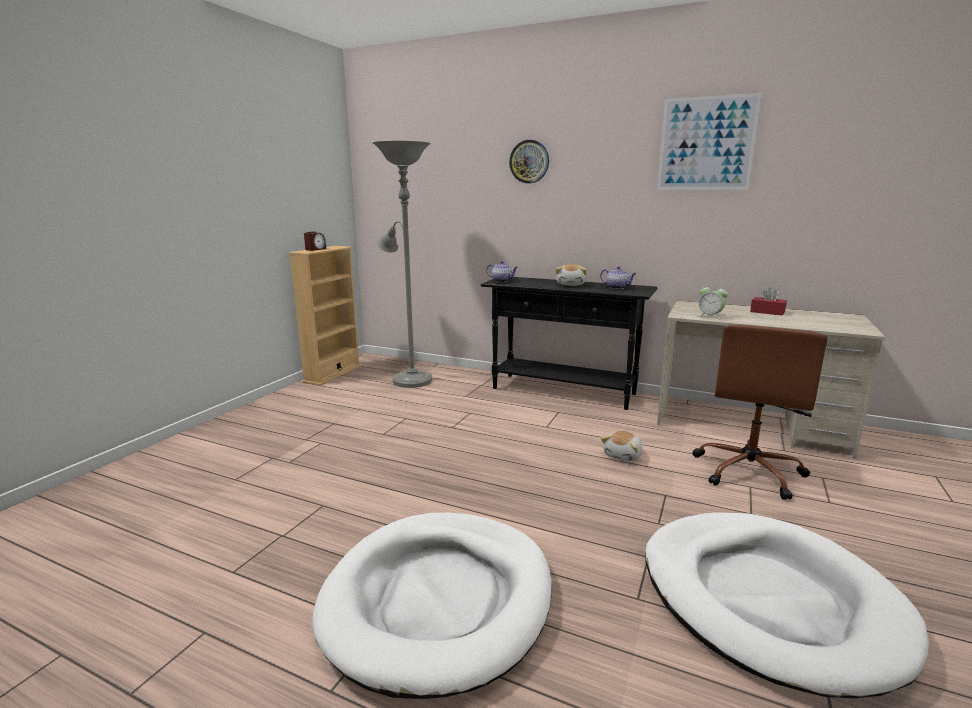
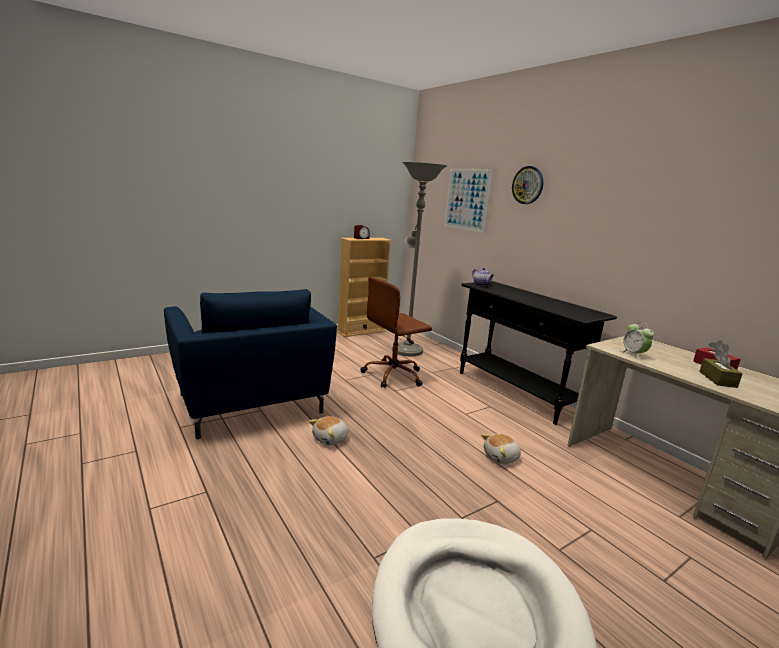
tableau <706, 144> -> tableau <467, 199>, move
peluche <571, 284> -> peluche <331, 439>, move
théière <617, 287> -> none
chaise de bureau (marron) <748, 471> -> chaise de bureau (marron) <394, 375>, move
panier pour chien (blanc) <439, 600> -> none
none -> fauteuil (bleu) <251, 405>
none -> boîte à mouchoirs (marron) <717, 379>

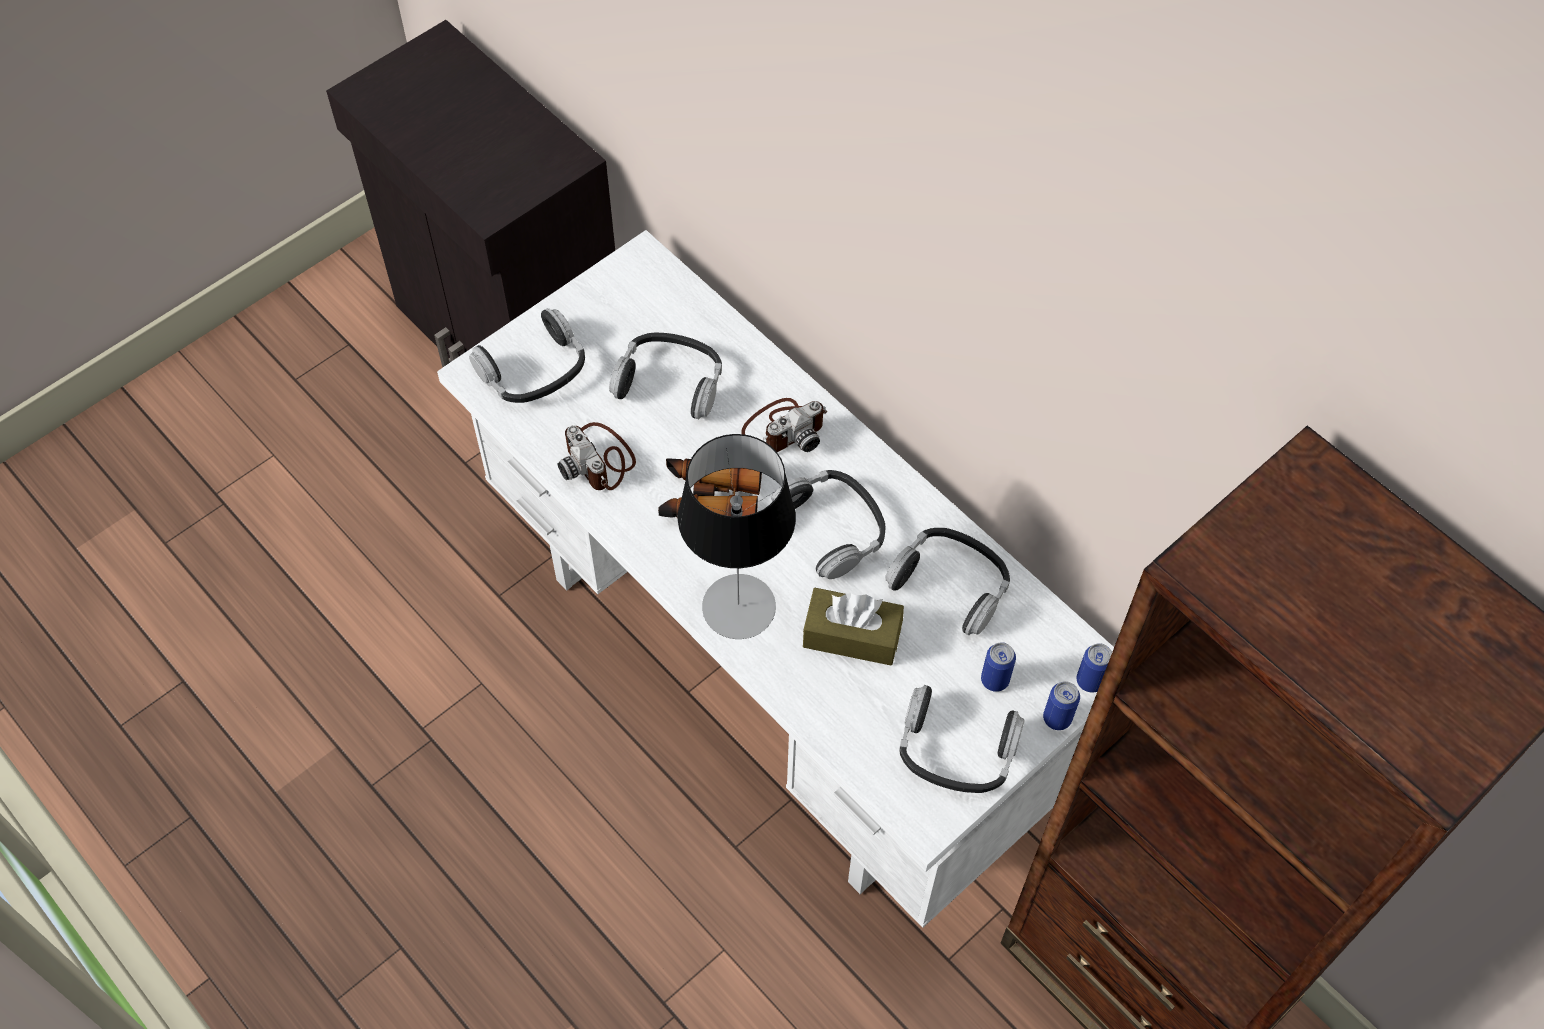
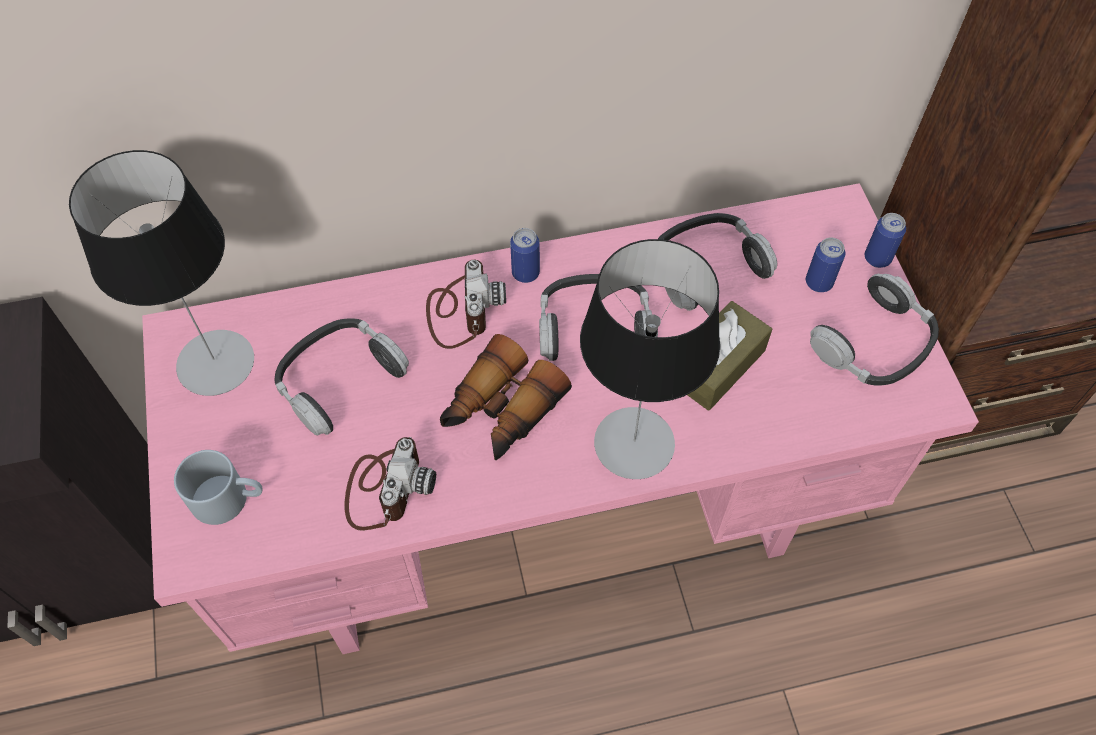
bureau (blanc) <774, 673> -> bureau (rose) <550, 517>
casque audio <534, 369> -> mug (gris) <229, 498>
appareil photo <599, 460> -> appareil photo <385, 487>, 75 degrees counterclockwise
boîte métallique <1090, 681> -> boîte métallique <525, 273>, move
none -> lampe de table <215, 362>

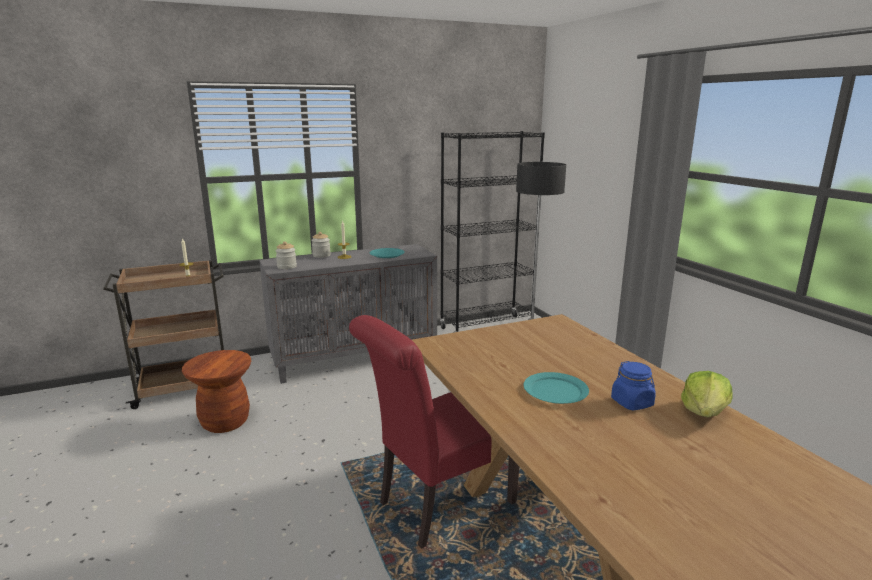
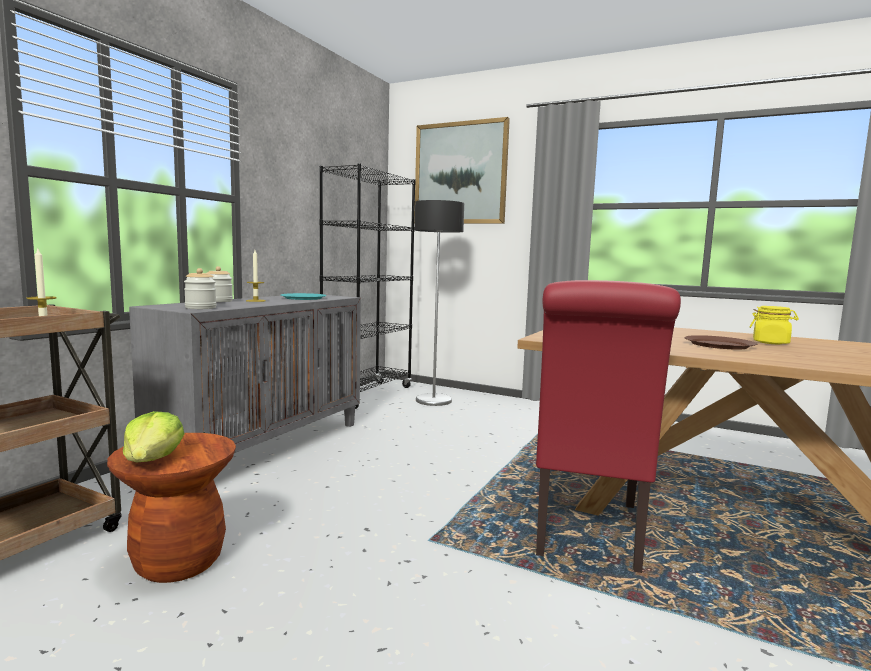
bocal (bleu) <632, 403> -> bocal (jaune) <771, 342>
laitue <704, 412> -> laitue <153, 460>, move
assiette (turquoise) <555, 391> -> assiette (marron) <719, 345>
none -> tableau <460, 173>

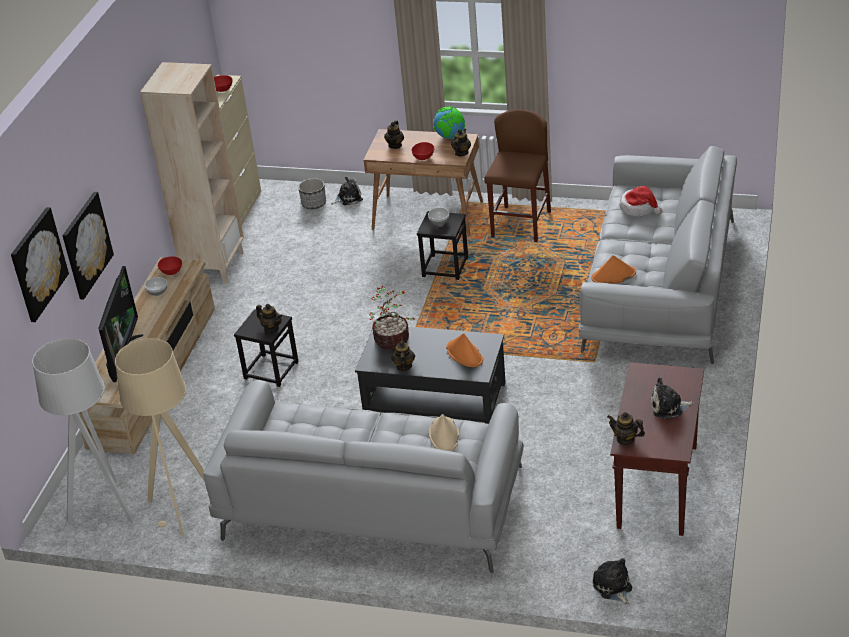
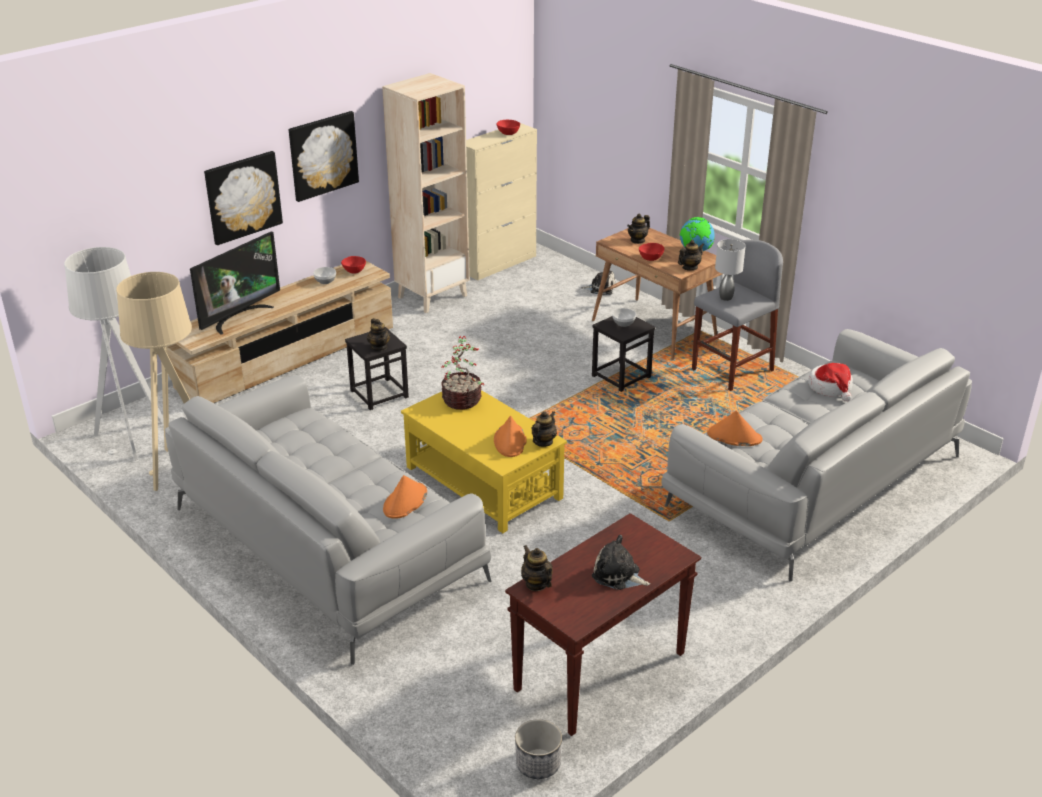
tabouret (marron) <521, 224> -> tabouret (gris) <732, 370>
cache-pot <314, 204> -> cache-pot <538, 764>, move
tableau <38, 264> -> tableau <323, 155>, move
table basse (noir) <434, 399> -> table basse (jaune) <483, 482>
théière <404, 366> -> théière <543, 442>, move
chapeau (beige) <444, 435> -> chapeau (orange) <405, 501>
peluche <613, 587> -> none
none -> lampe de table (gris) <725, 297>

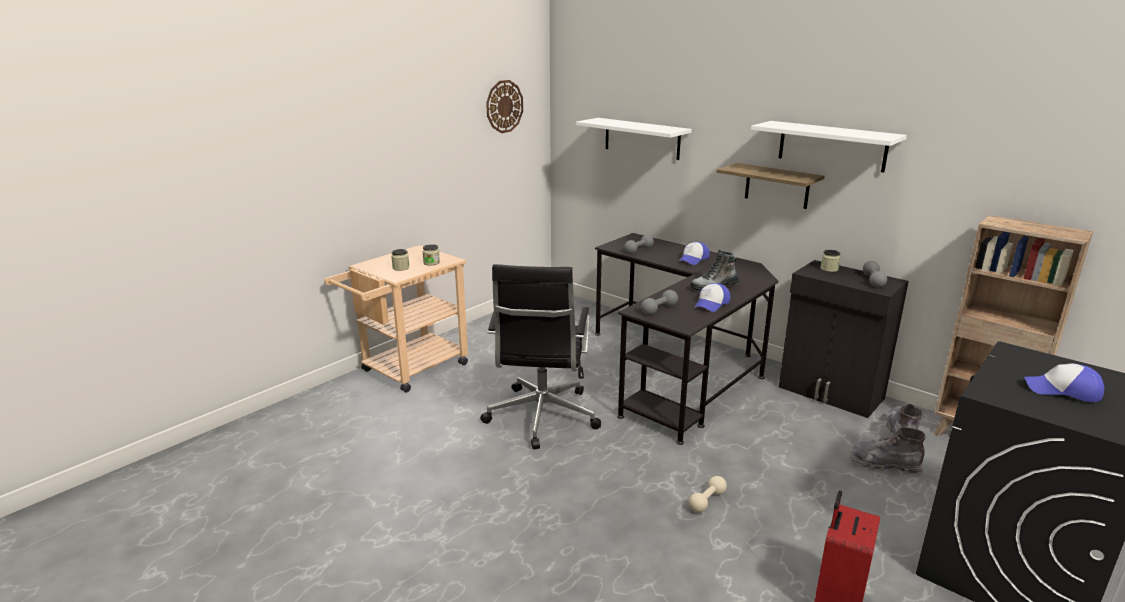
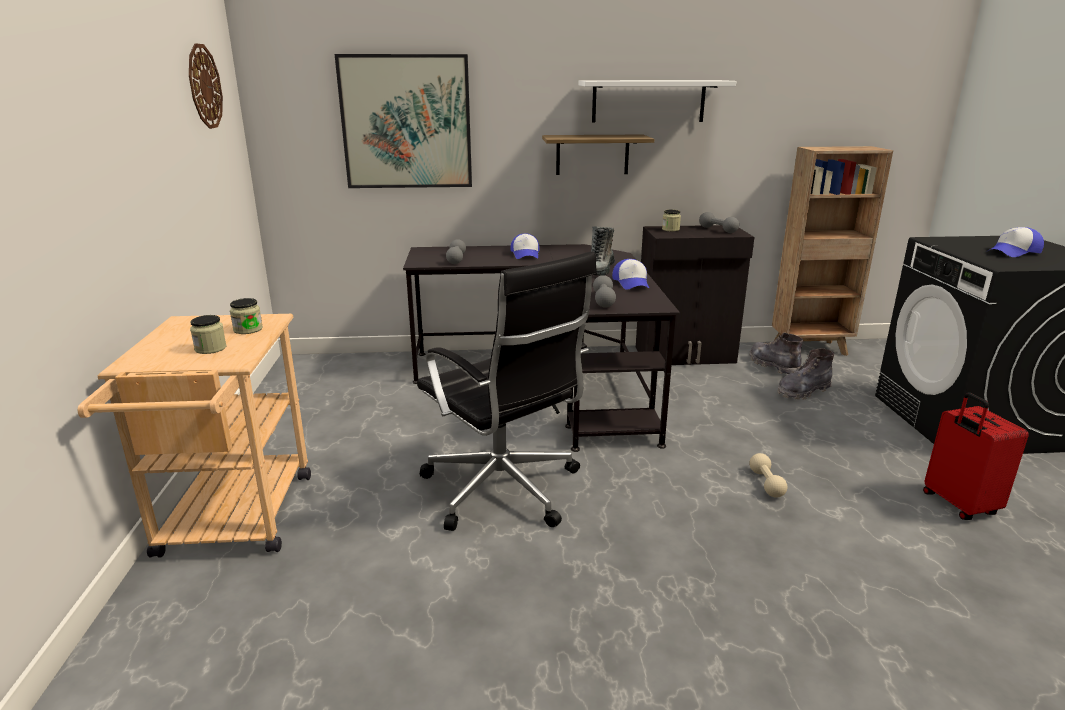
étagère (blanc) <642, 138> -> tableau <406, 122>

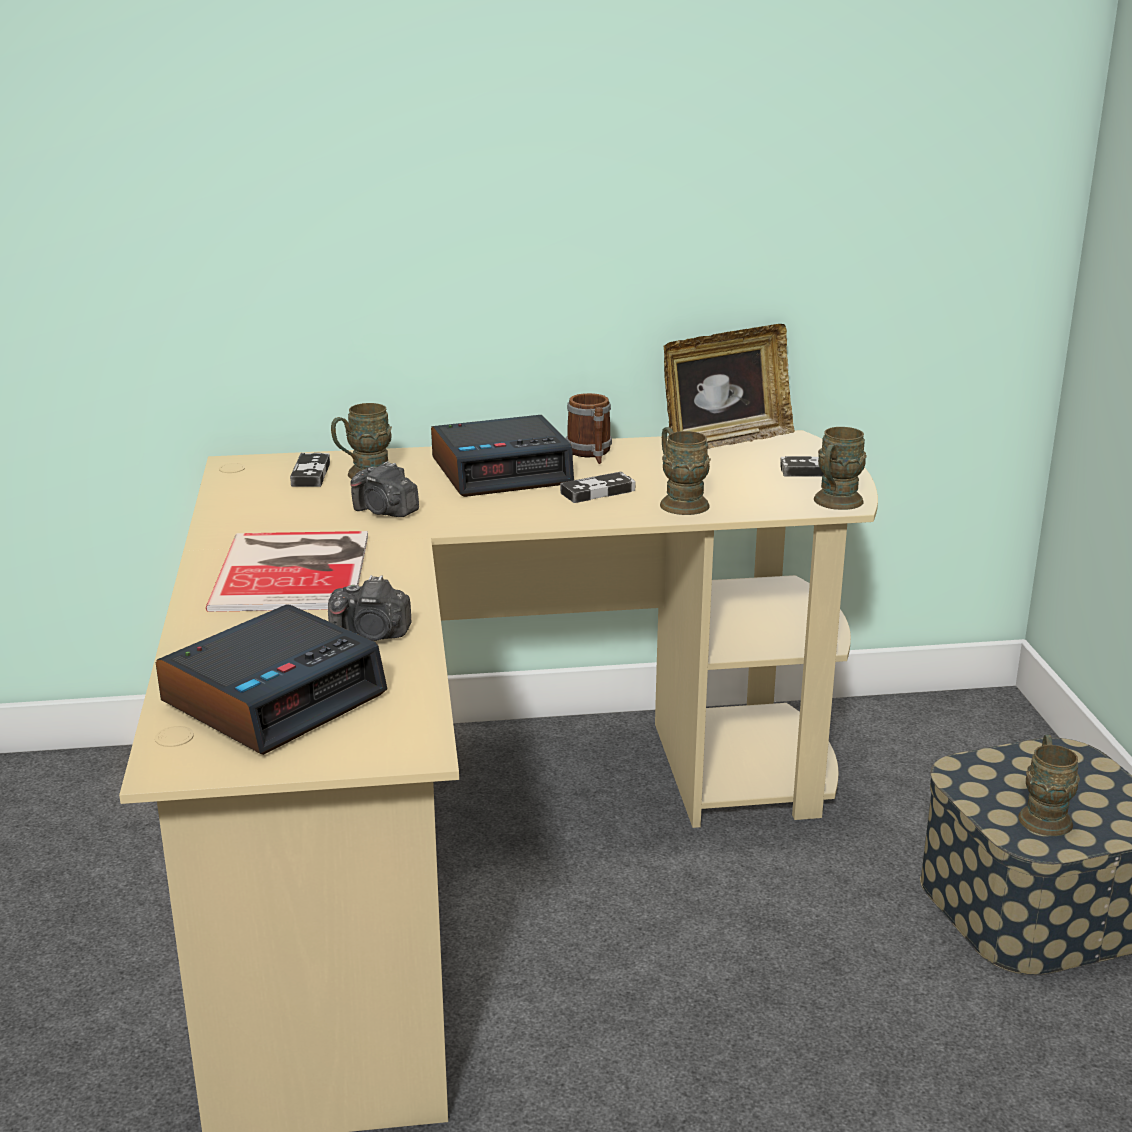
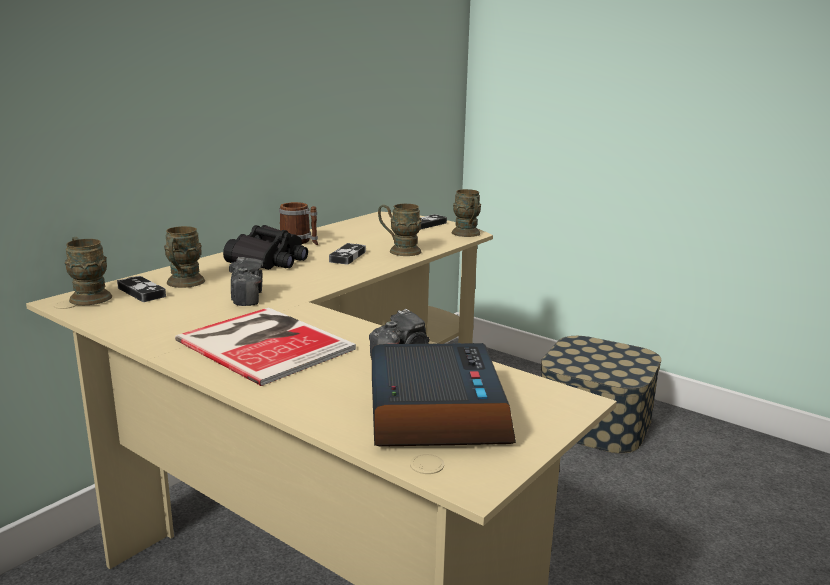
cadre photo <725, 440> -> none
réveil <502, 471> -> jumelles (noir) <269, 260>
appareil photo <385, 512> -> appareil photo <246, 297>, 90 degrees counterclockwise
mug (marron) <1043, 814> -> mug (marron) <88, 296>, move

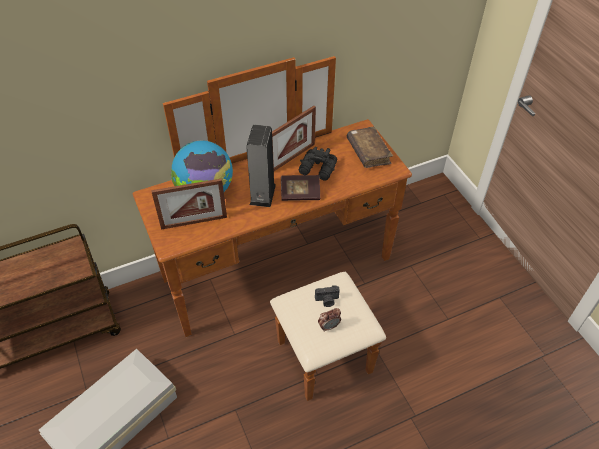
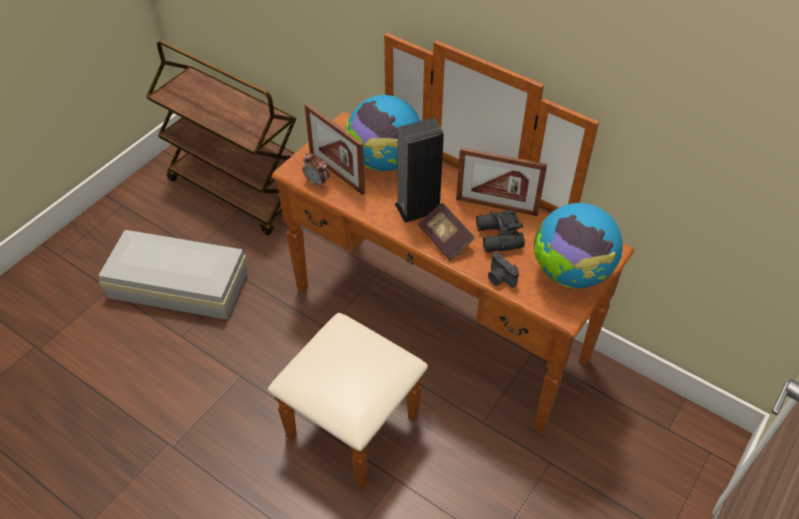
livre (marron) <368, 152> -> globe <571, 273>
appareil photo <327, 300> -> appareil photo <499, 278>, move
réveil <329, 326> -> réveil <317, 182>, move

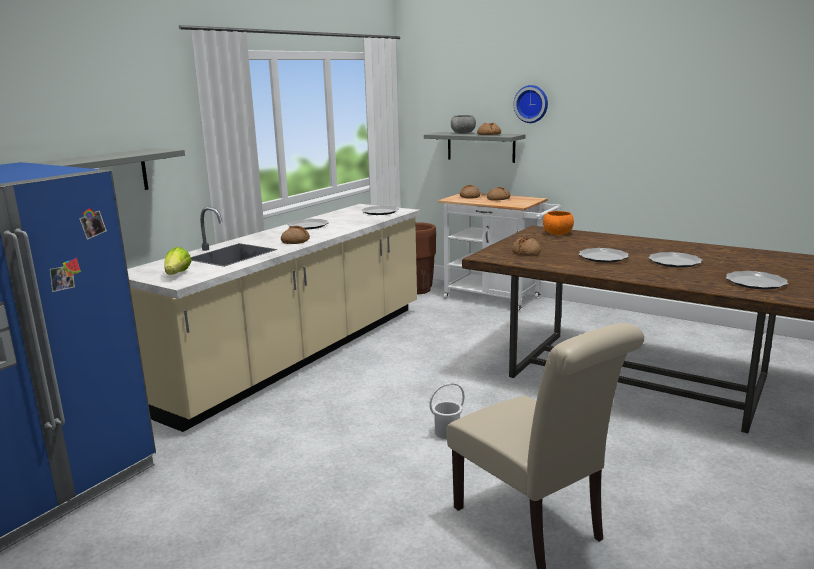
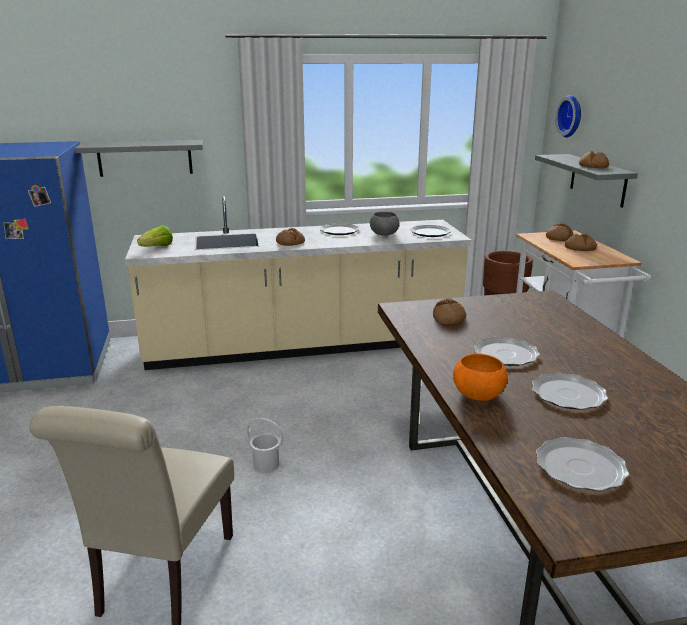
horloge murale <531, 104> -> horloge murale <571, 116>, move
bol (gris) <462, 133> -> bol (gris) <384, 234>, move
bol (orange) <557, 234> -> bol (orange) <477, 394>, move

